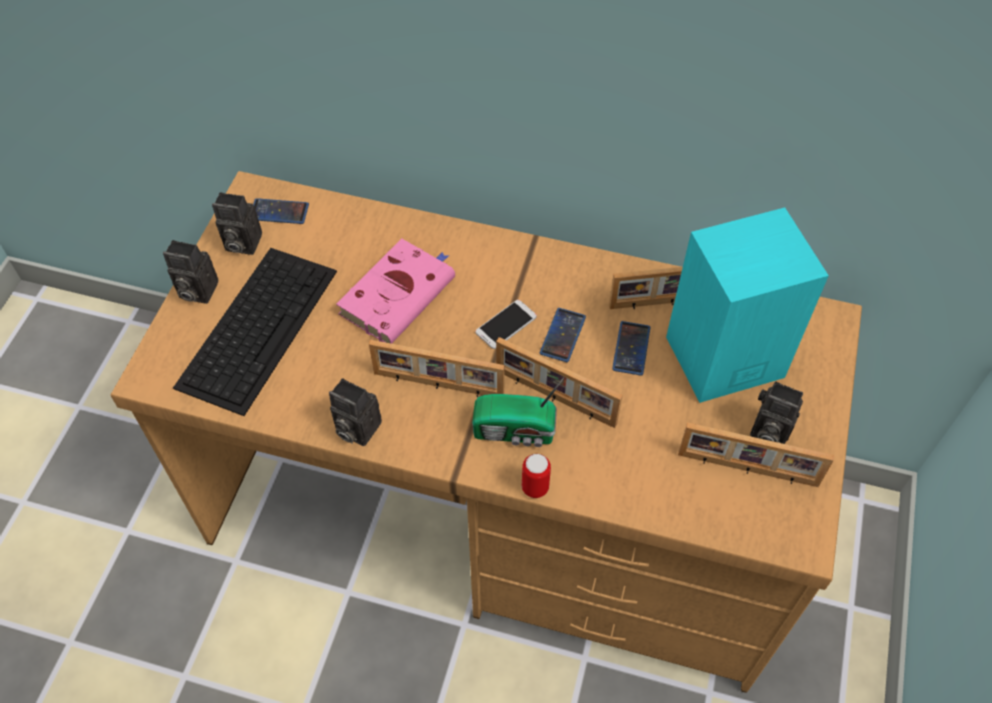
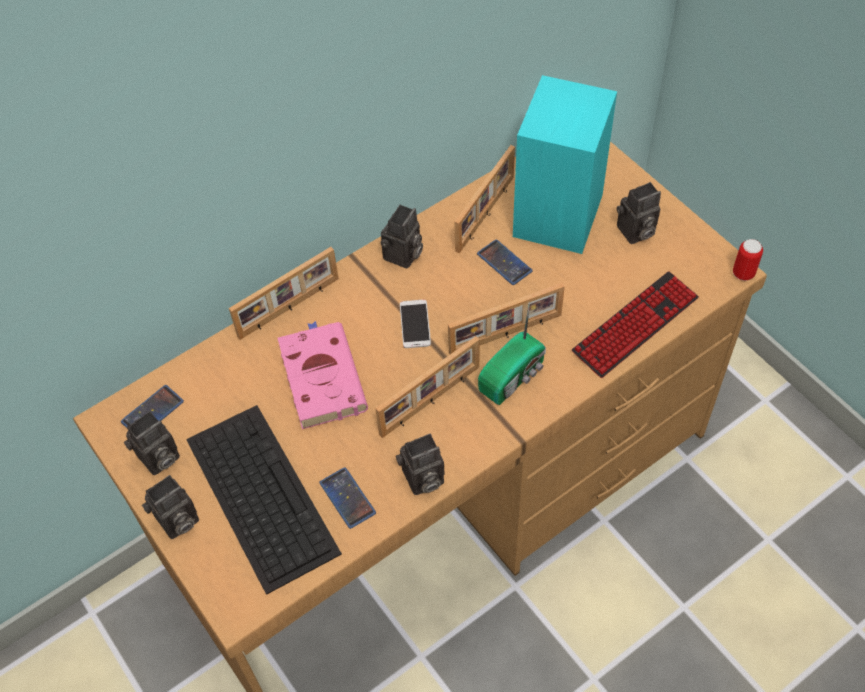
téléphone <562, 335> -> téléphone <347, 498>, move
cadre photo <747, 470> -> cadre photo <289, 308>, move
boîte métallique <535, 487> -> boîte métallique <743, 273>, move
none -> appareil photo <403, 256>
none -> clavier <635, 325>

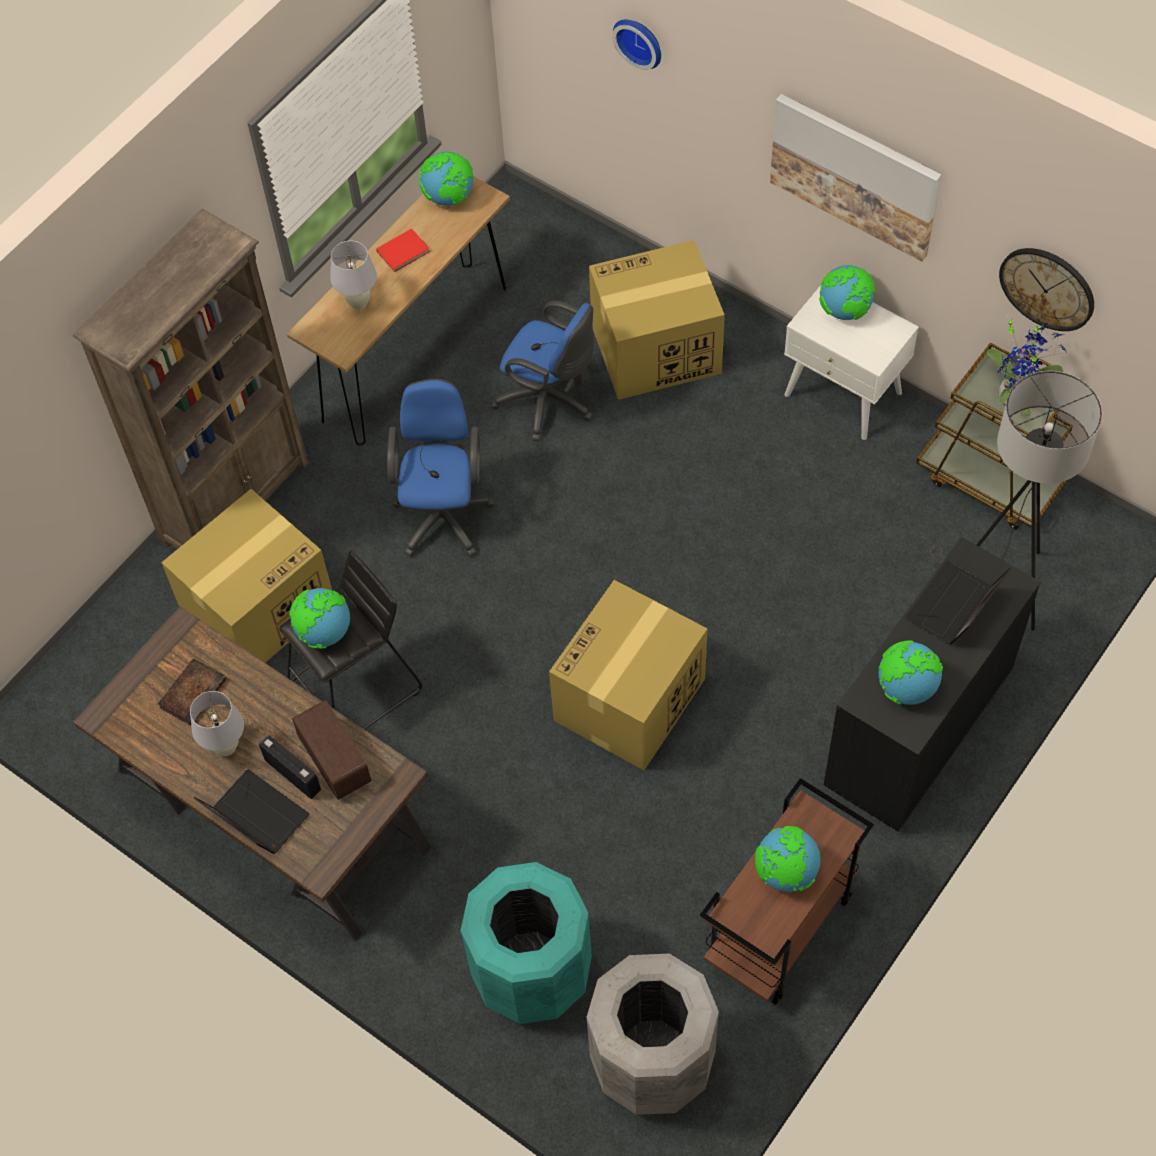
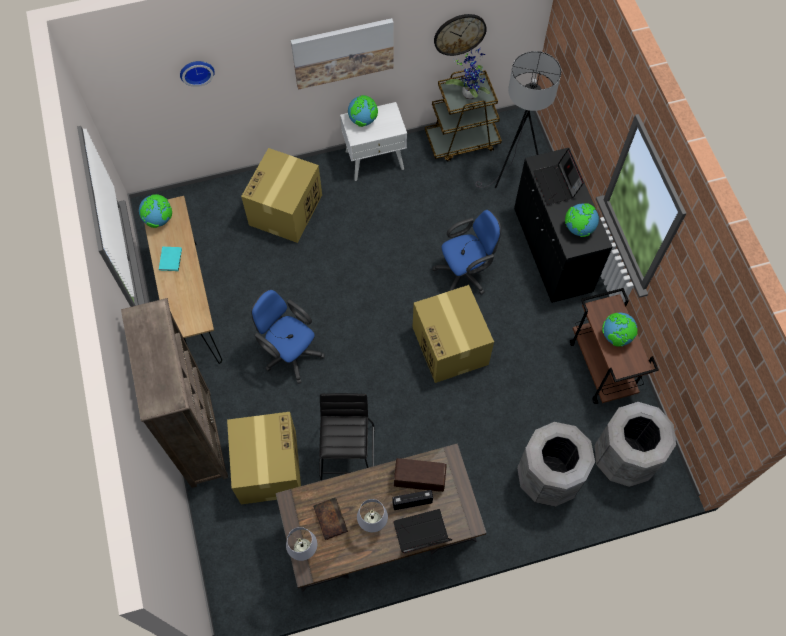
livre (rouge) <404, 251> -> livre (turquoise) <171, 259>
lampe de table (blanc) <358, 303> -> lampe de table (blanc) <303, 550>, move
chaise de bureau (bleu) <550, 403> -> chaise de bureau (bleu) <465, 274>, move
globe <323, 632> -> none
poubelle (turquoise) <531, 972> -> poubelle (gris) <548, 477>

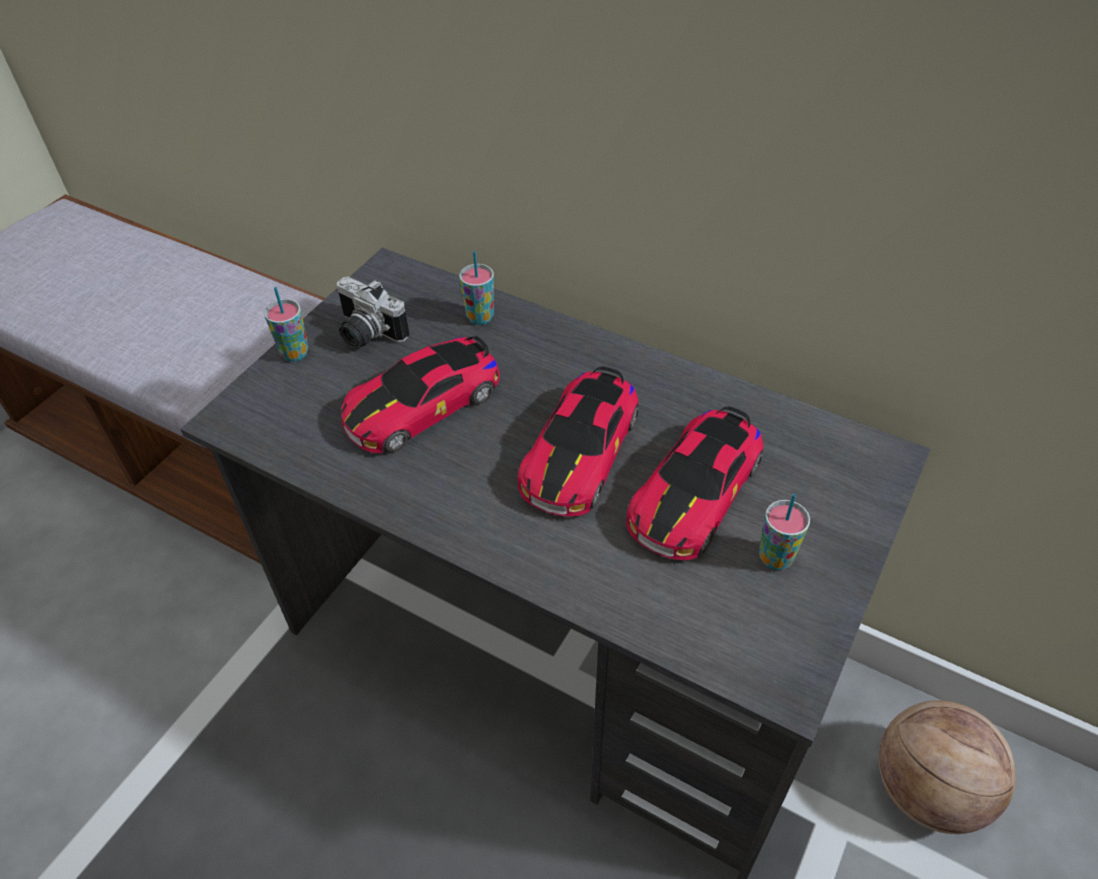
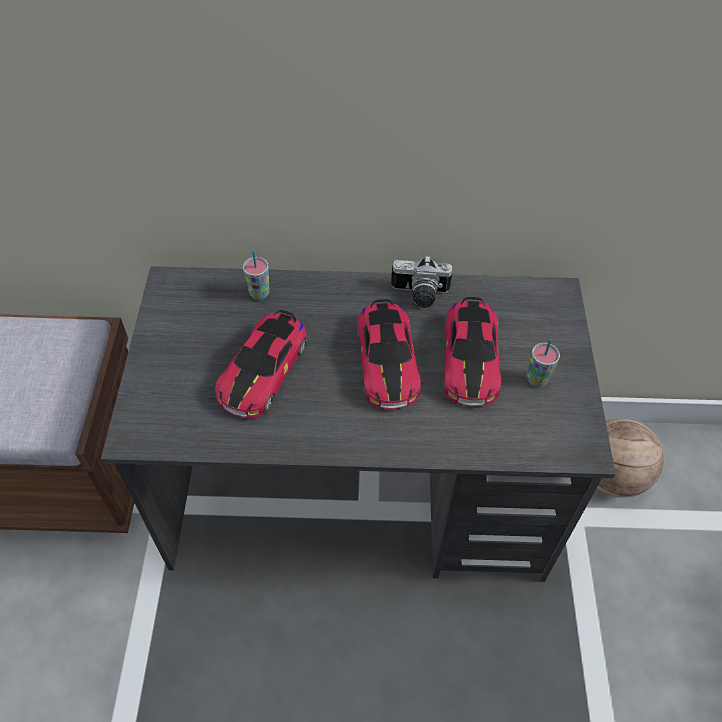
appareil photo <366, 334> -> appareil photo <419, 295>, move
tasse <295, 353> -> none

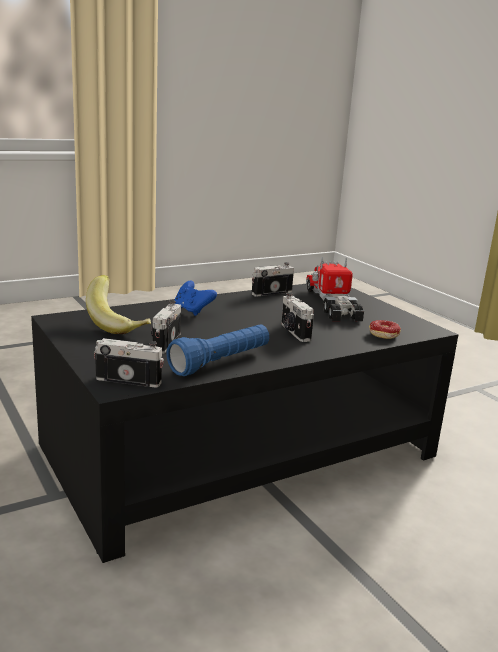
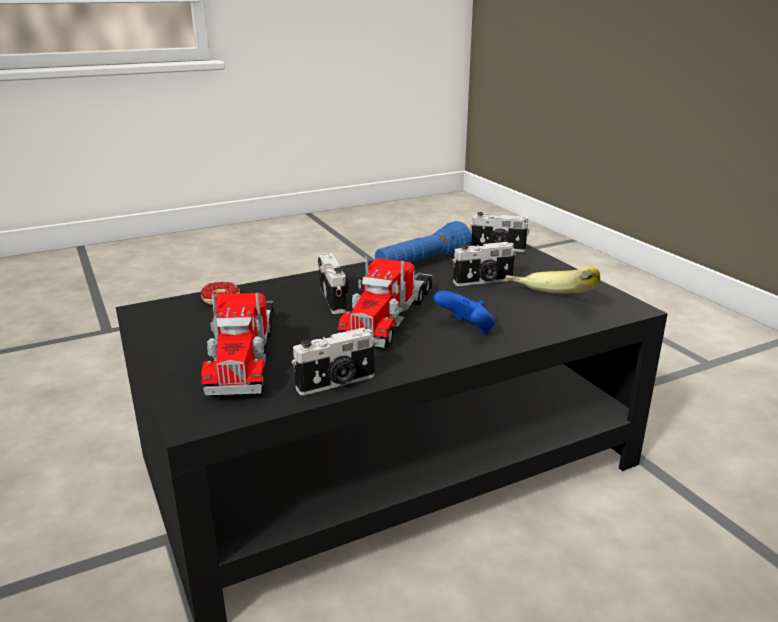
appareil photo <165, 342> -> appareil photo <483, 281>, 60 degrees clockwise
none -> camion jouet <389, 316>

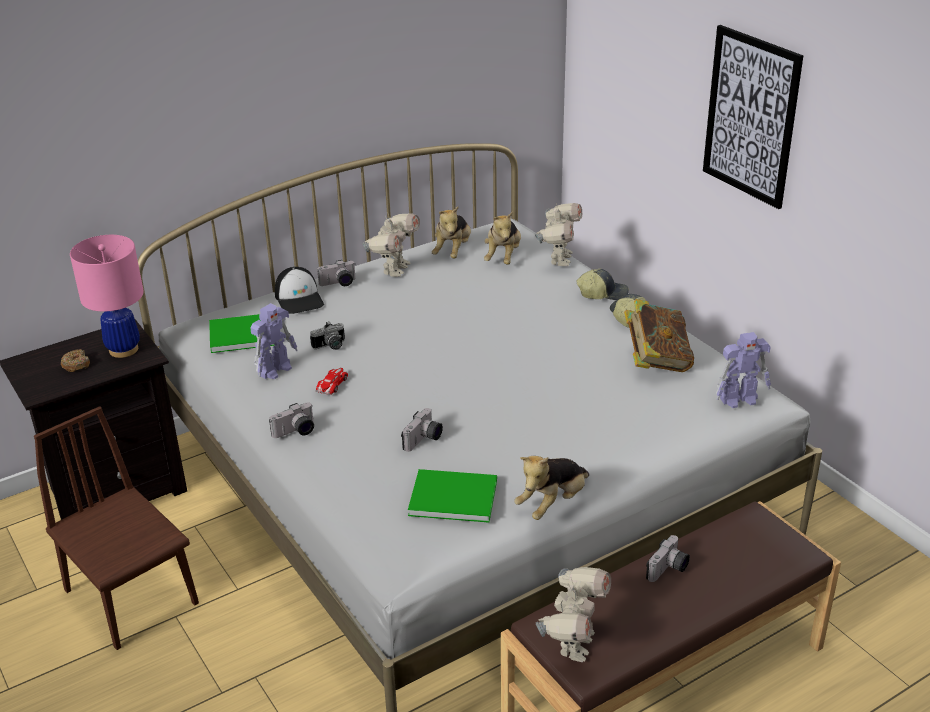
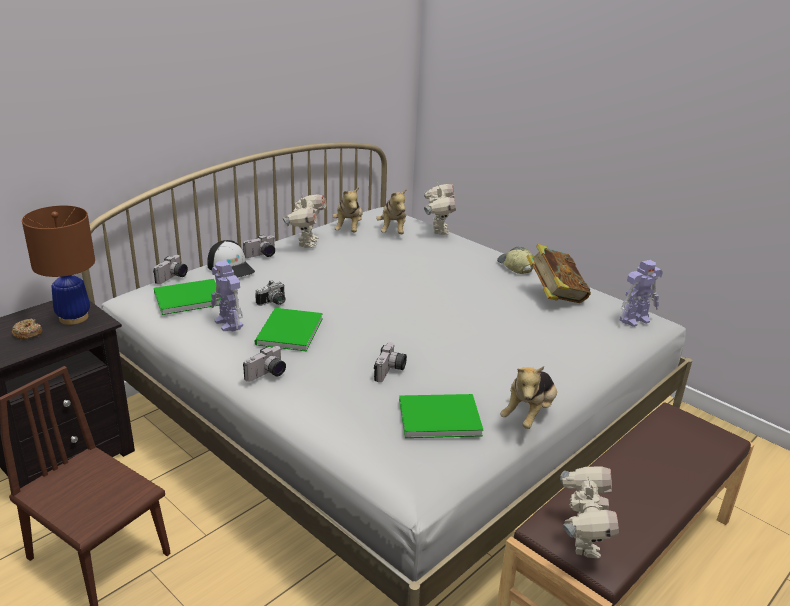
tableau <751, 116> -> none
lampe de table (rose) <123, 349> -> lampe de table (marron) <73, 317>
casquette <602, 293> -> none
robot jouet <276, 369> -> robot jouet <229, 324>, 120 degrees clockwise
petite voiture <332, 384> -> livre (vert) <287, 332>
appareil photo <668, 570> -> appareil photo <173, 278>, move

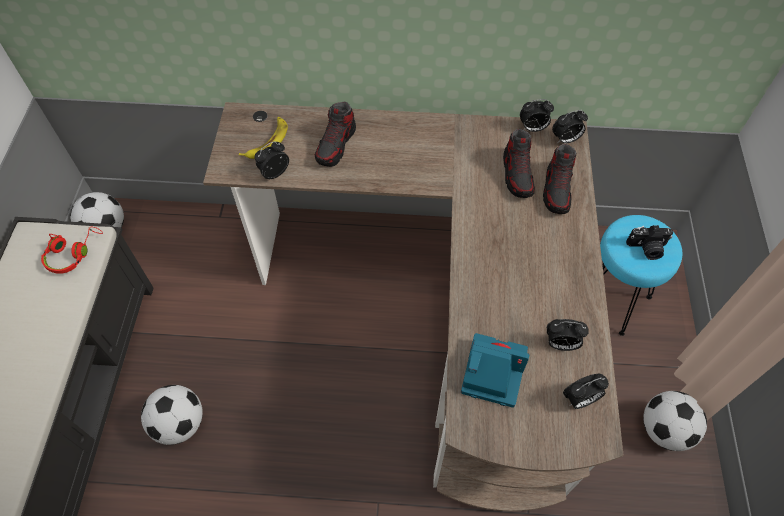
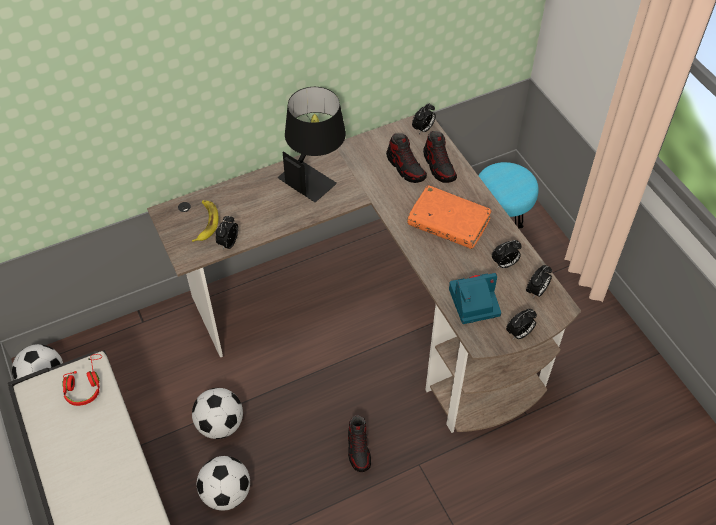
réveil <532, 128> -> réveil <519, 334>, move
chaussure <336, 145> -> chaussure <359, 448>, move
appareil photo <647, 249> -> none
ballon de foot <664, 429> -> ballon de foot <220, 424>, move
none -> lampe de table (noir) <314, 173>
none -> livre (orange) <448, 223>

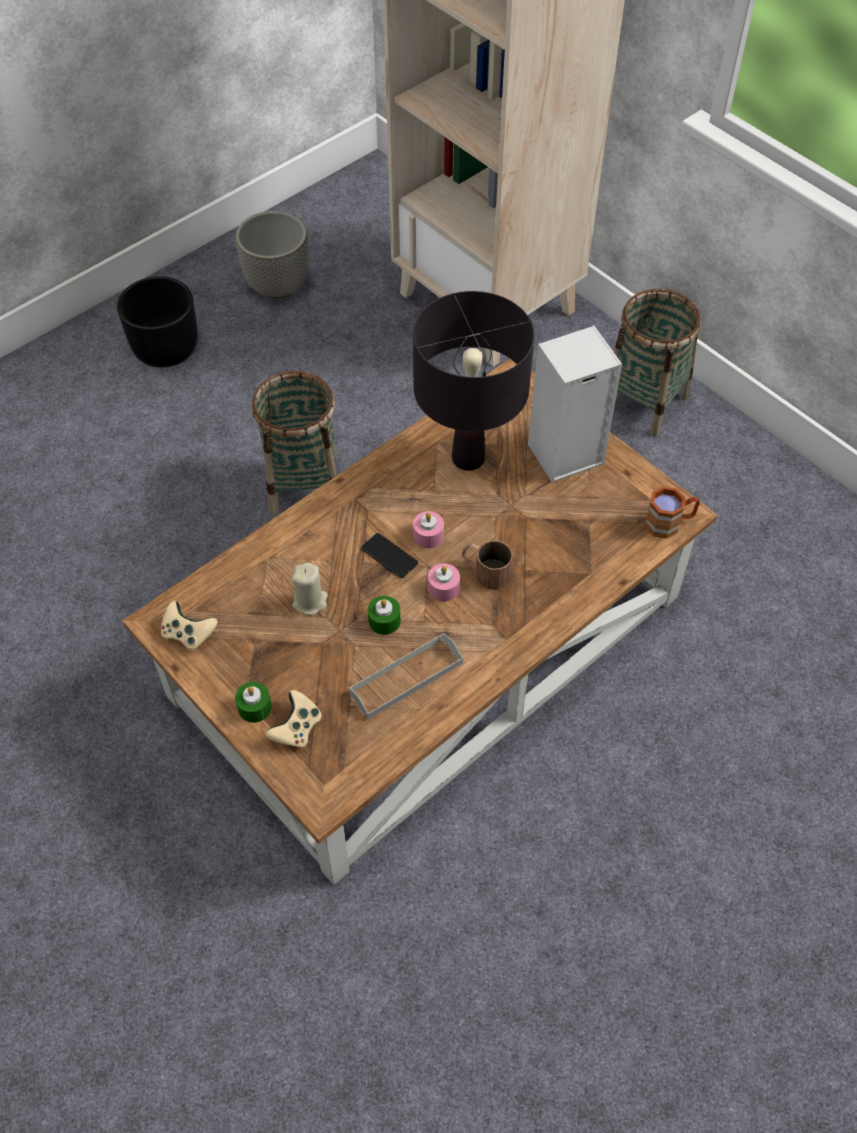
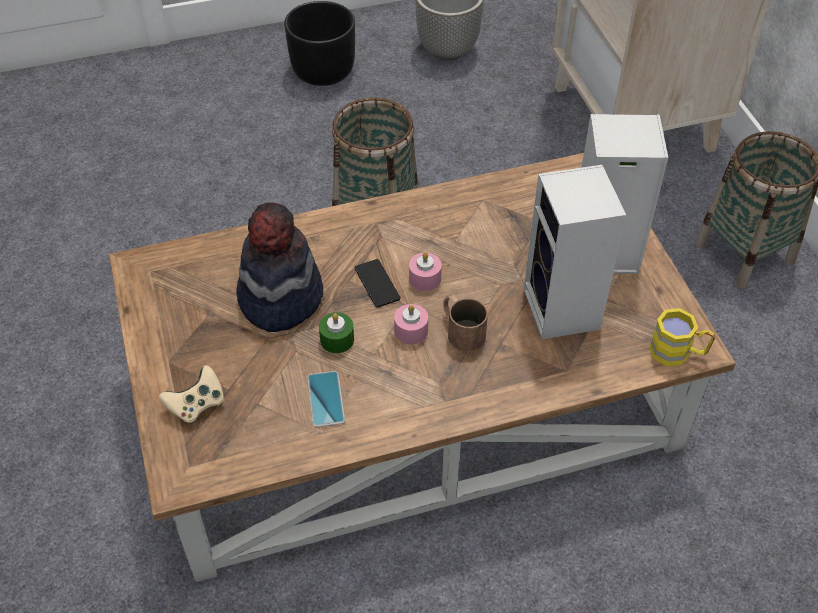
lampe de table (noir) <467, 458> -> none
mug (marron) <669, 523> -> mug (jaune) <678, 353>
bougie (beige) <310, 601> -> chapeau <280, 297>
manette (beige) <188, 634> -> none
plateau (gris) <406, 678> -> téléphone <325, 399>
bougie (vert) <254, 707> -> none
none -> enceinte <564, 311>

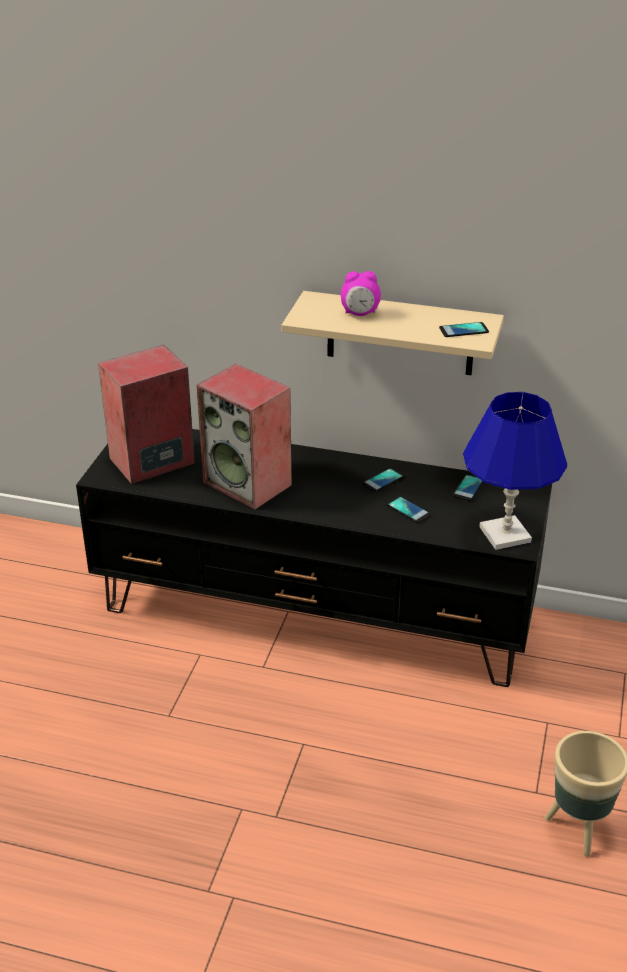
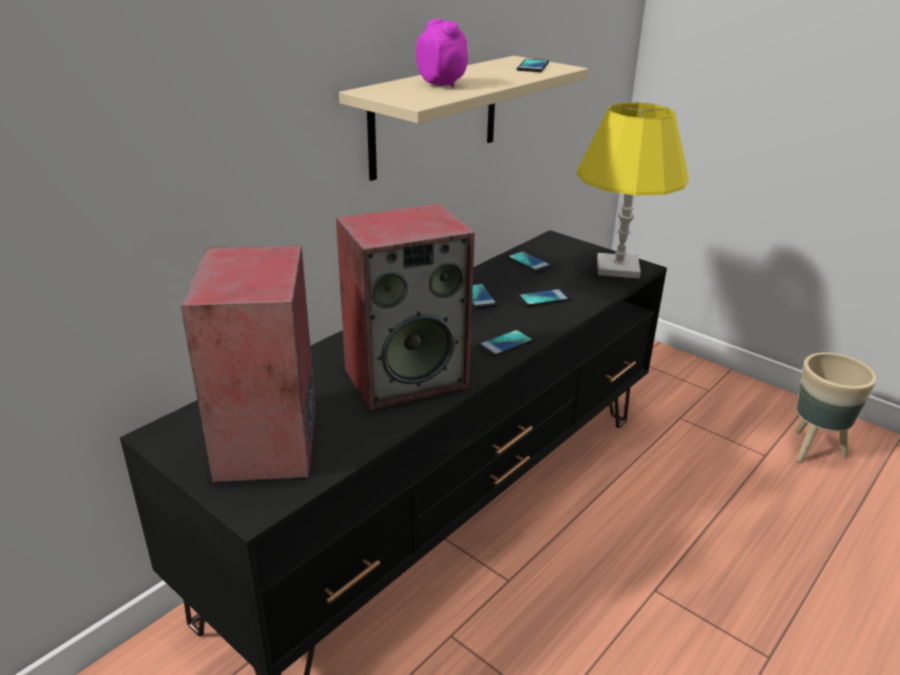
réveil <360, 314> -> réveil <442, 84>, 60 degrees counterclockwise
lampe de table (bleu) <505, 535> -> lampe de table (jaune) <618, 268>
none -> téléphone <506, 344>

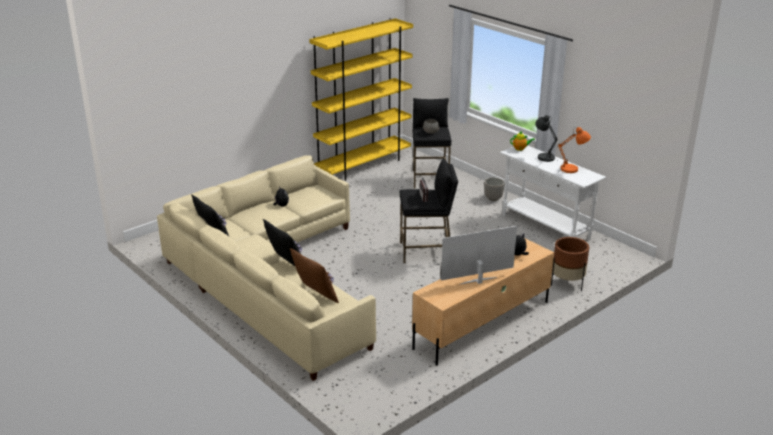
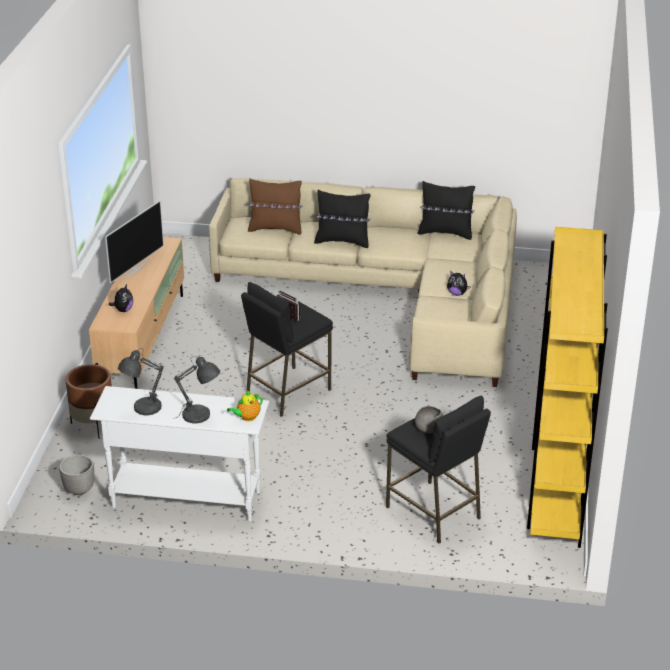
lampe de table (orange) <571, 169> -> lampe de table (gris) <144, 408>
cache-pot <493, 198> -> cache-pot <78, 489>, move

